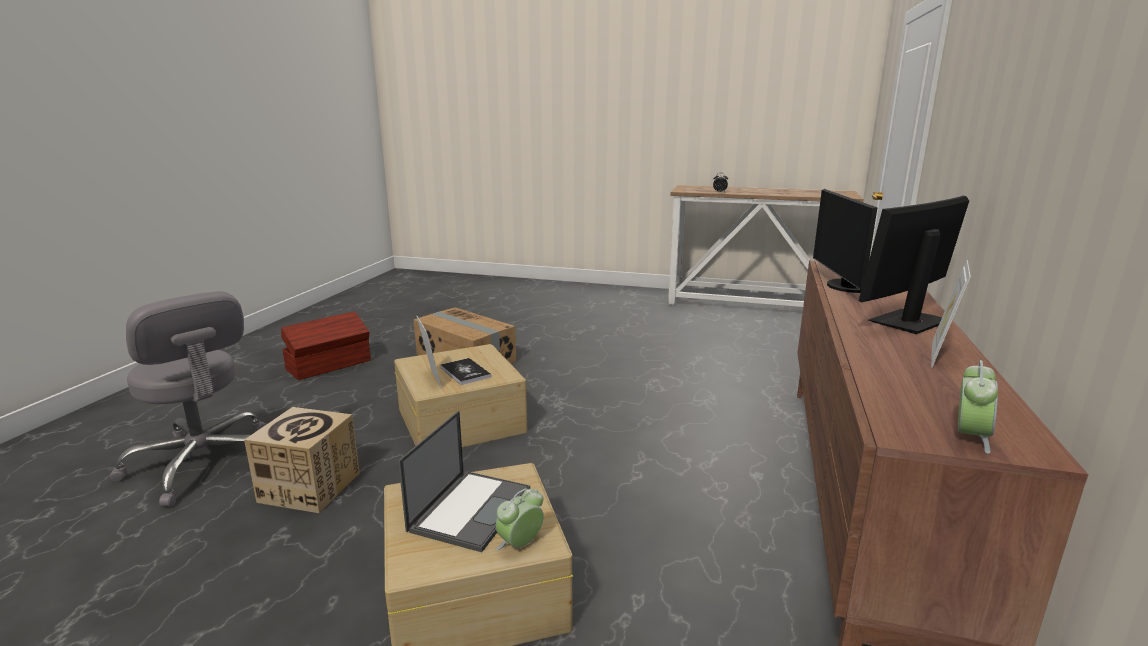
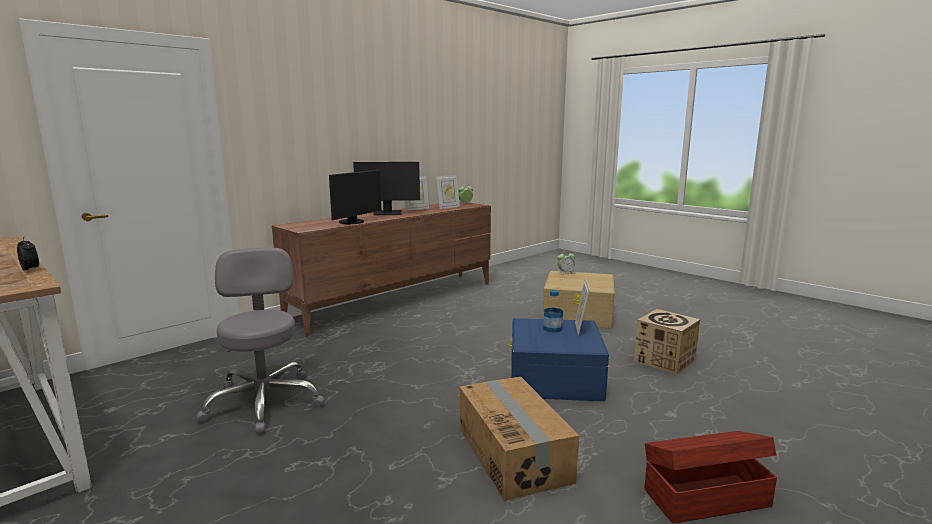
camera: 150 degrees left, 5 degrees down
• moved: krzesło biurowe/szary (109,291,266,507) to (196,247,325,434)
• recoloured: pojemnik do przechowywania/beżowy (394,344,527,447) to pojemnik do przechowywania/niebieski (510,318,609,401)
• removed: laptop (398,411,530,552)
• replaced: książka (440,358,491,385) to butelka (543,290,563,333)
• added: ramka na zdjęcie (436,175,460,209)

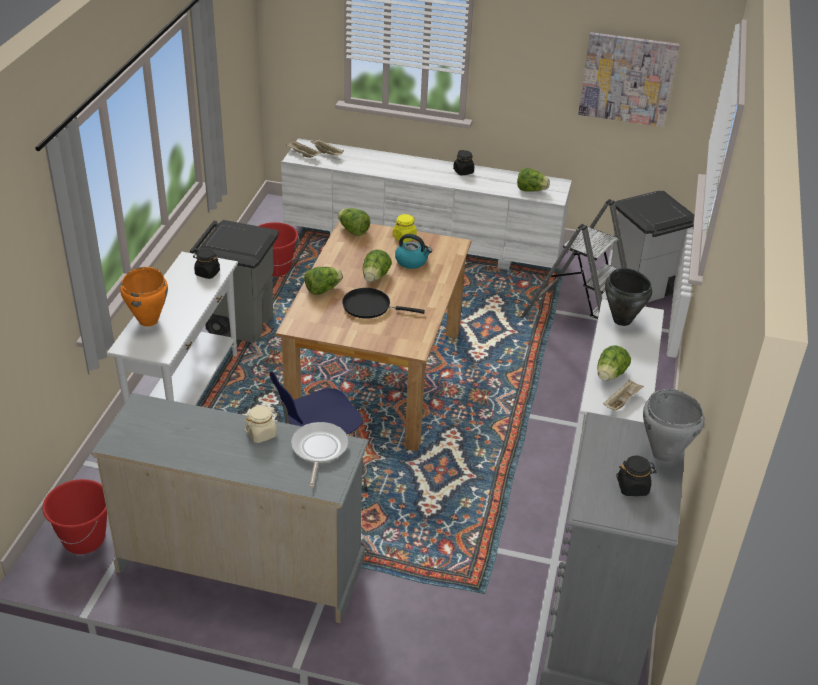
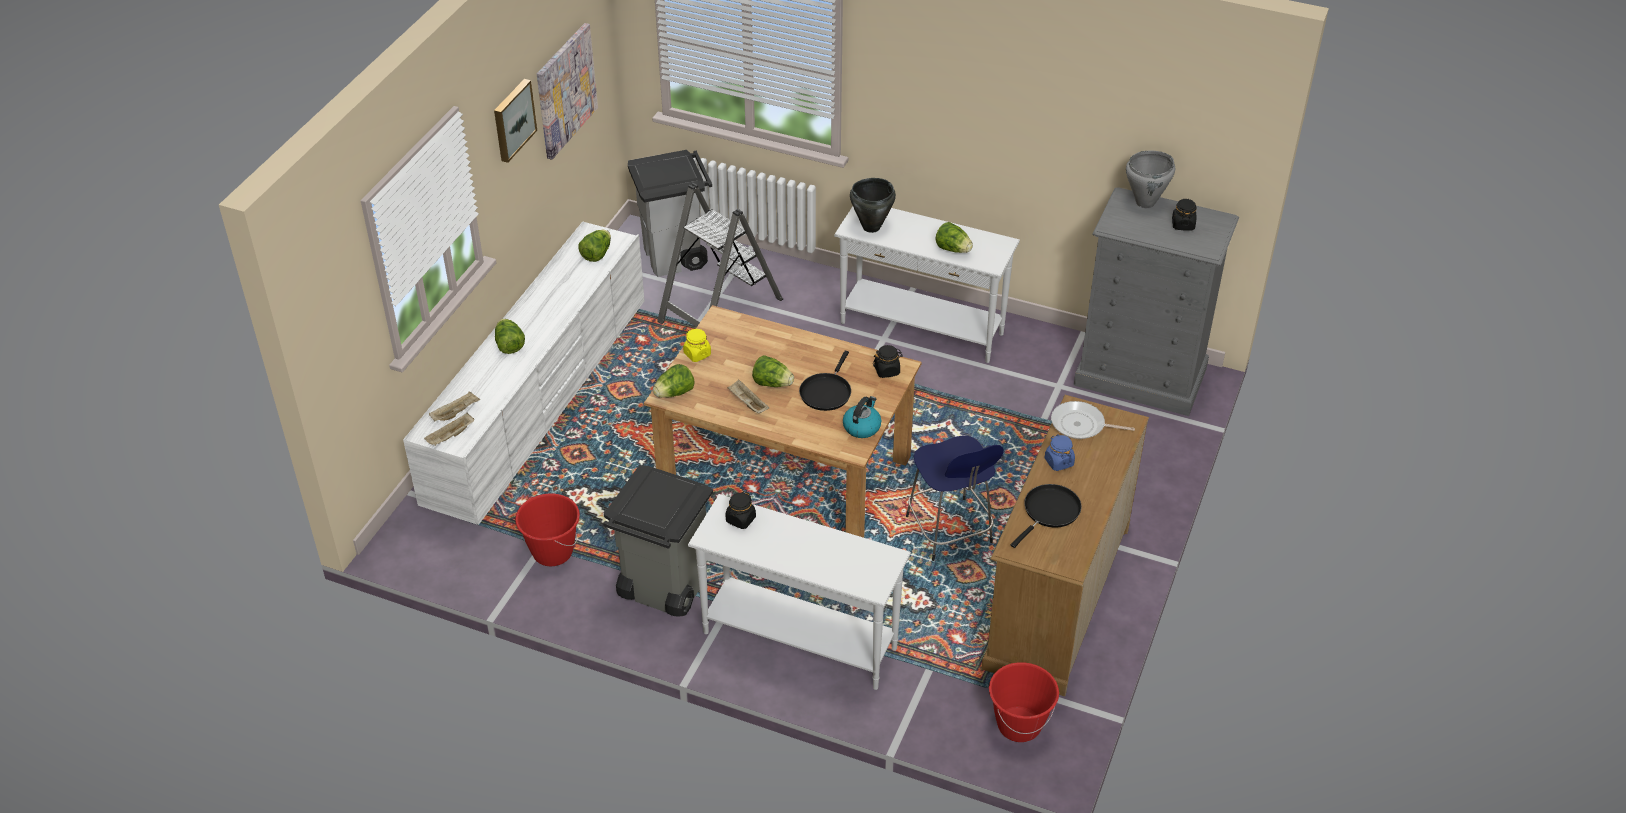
camera: 80 degrees left, 5 degrees up
• recoloured: szafka/szary (91,393,369,624) to szafka/brązowy (981,395,1149,696)
• removed: garnek/pomarańczowy (120,267,168,327)
• recoloured: słoik/beżowy (245,405,277,443) to słoik/niebieski (1044,434,1075,471)
• moved: sałata (304,267,343,295) to (495,319,525,354)
• moved: czajnik (395,234,432,269) to (843,396,881,438)
• moved: słoik/czarny (453,150,474,175) to (873,345,903,378)
• moved: taca/beżowy (603,379,644,411) to (728,380,769,413)
• added: obraz (494,79,537,163)
• added: patelnia/czarny (1011,484,1082,548)

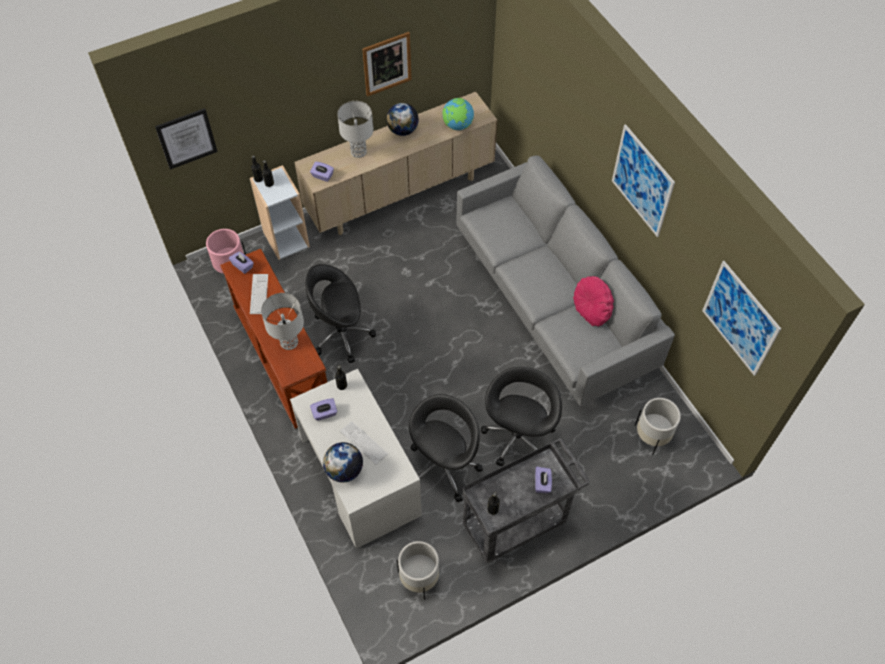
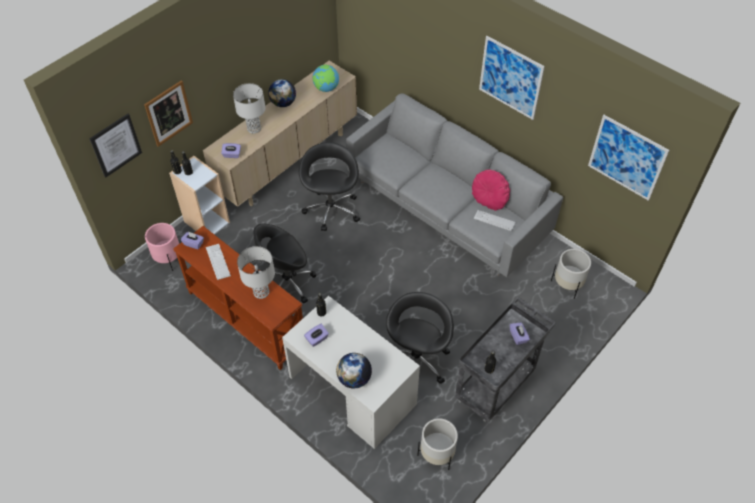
camera: 20 degrees left, 5 degrees down
• moved: klawiatura (340,421,388,465) to (474,210,515,231)
• moved: obraz (362,32,412,97) to (144,80,193,147)
• moved: krzesło biurowe/czarny (481,367,562,466) to (299,142,360,231)

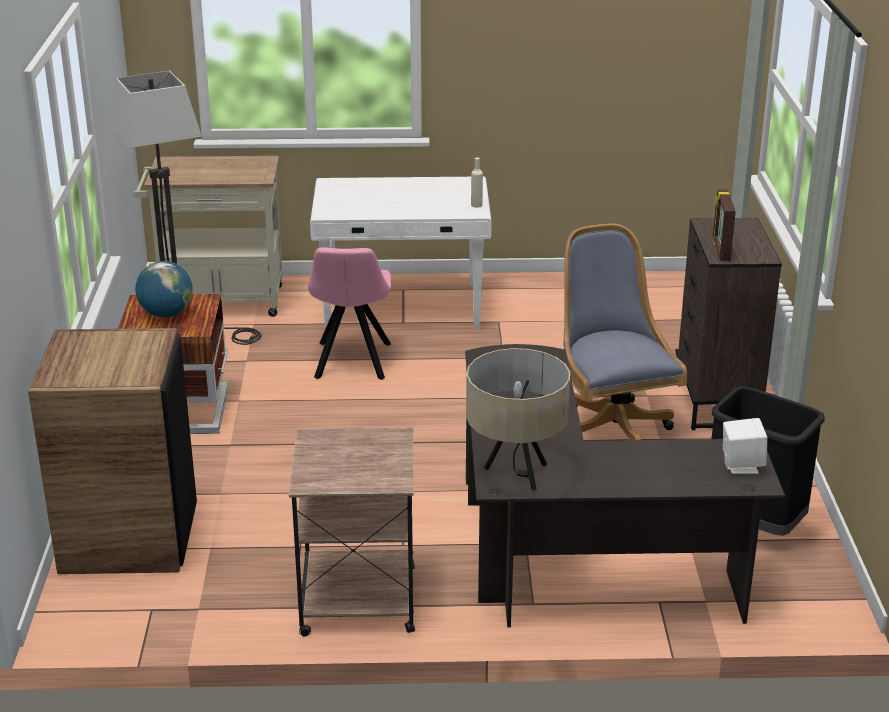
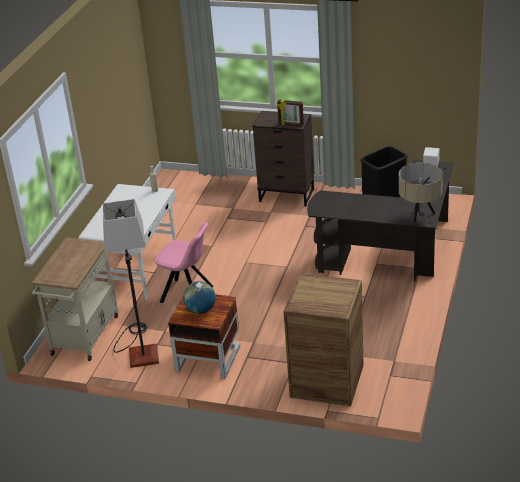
camera: 70 degrees left, 5 degrees up
• removed: wózek/brązowy (289,427,415,636)
• removed: krzesło biurowe/niebieski (564,224,687,440)

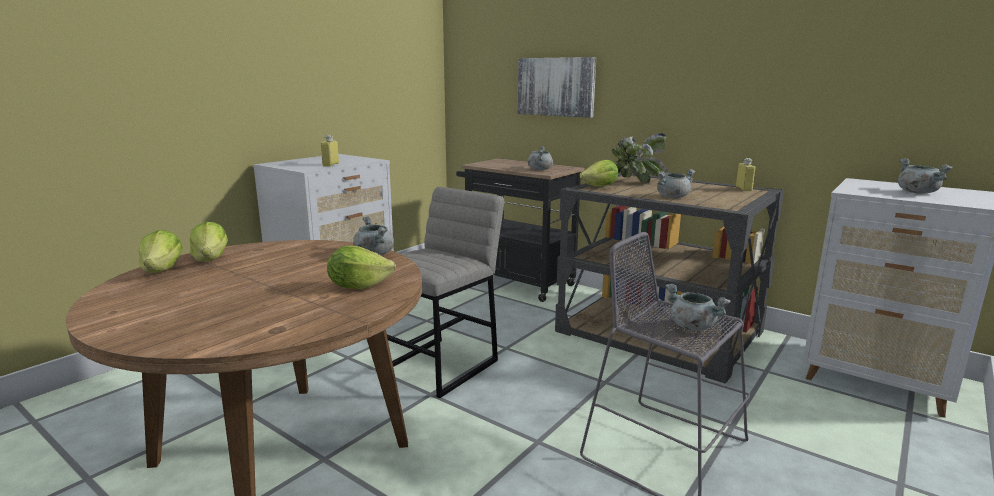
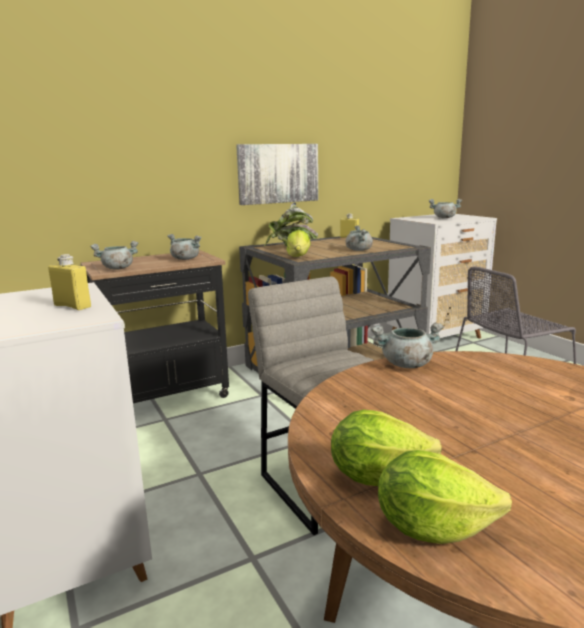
camera: 65 degrees left, 0 degrees up
• removed: sałata (327,245,396,290)
• moved: obraz (517,57,596,118) to (236,144,318,205)
• moved: garnek/szary (665,284,731,331) to (90,241,138,270)

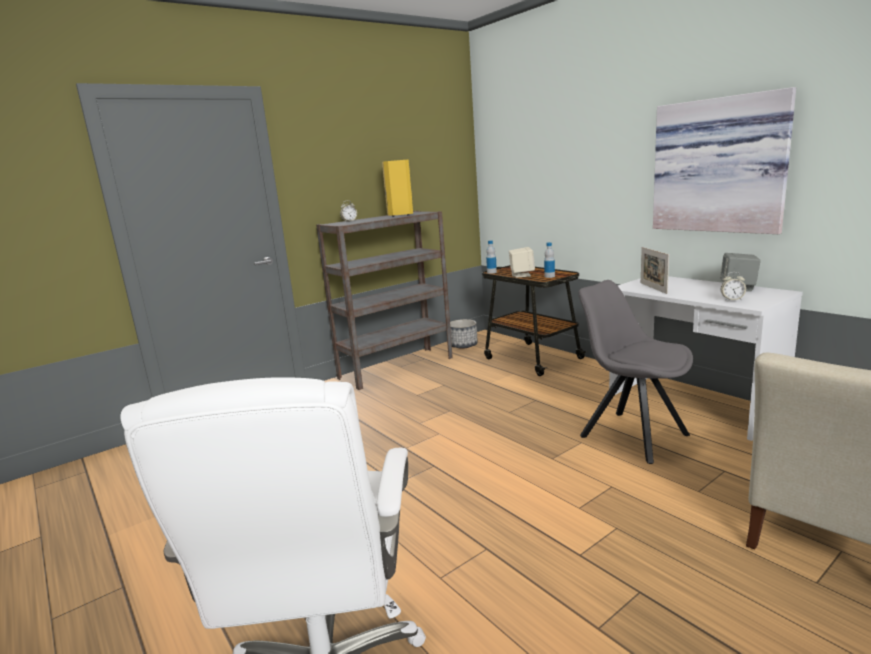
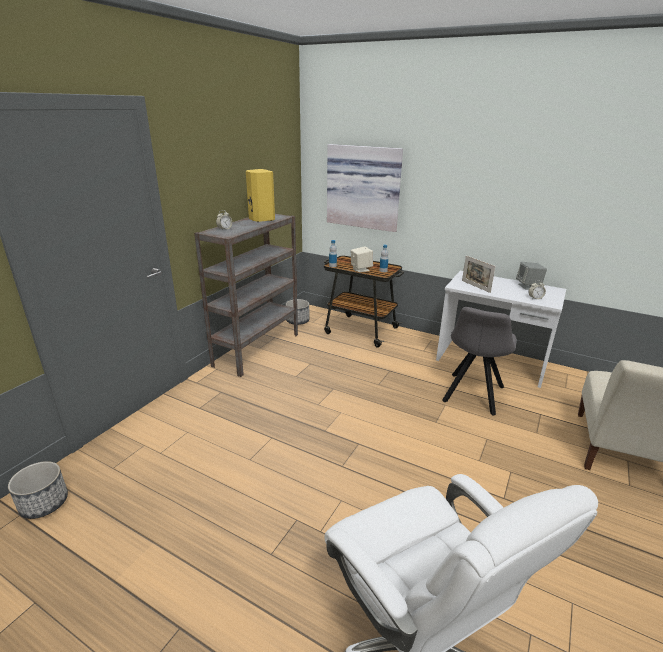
camera: 25 degrees left, 10 degrees up
• turned: krzesło/szary (578,280,693,464) = (442,307,516,415) 90 degrees counterclockwise
• moved: obraz (653,87,796,234) to (327,144,403,232)
• added: donica (8,461,68,519)

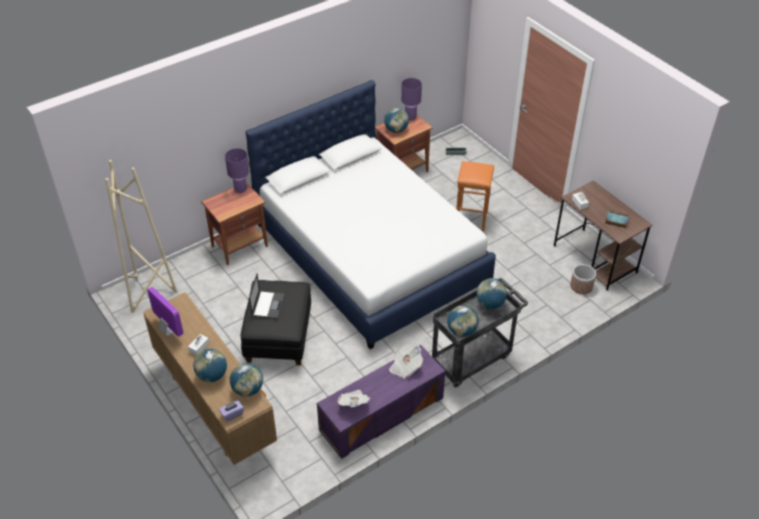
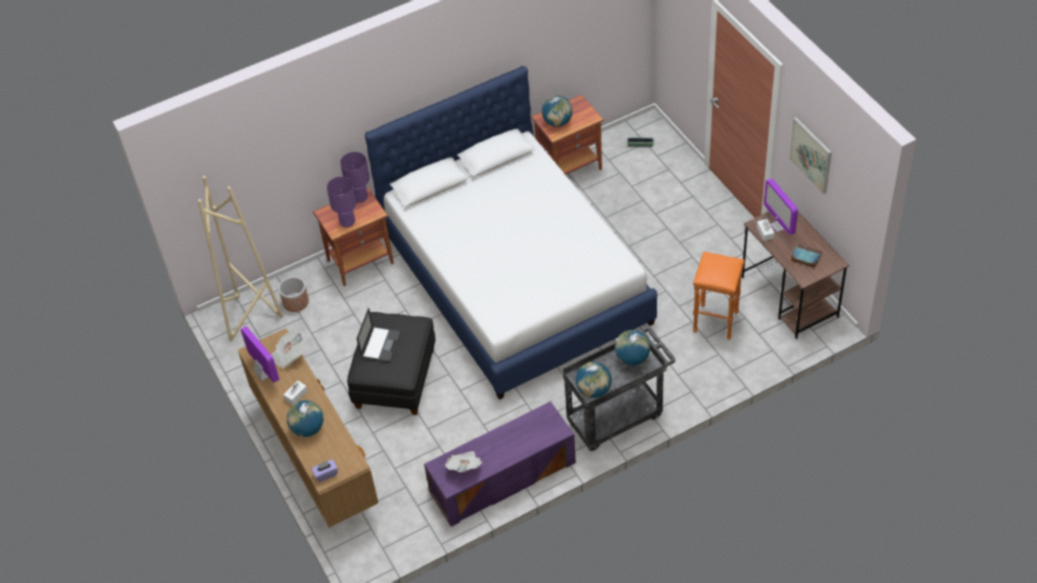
camera: 10 degrees right, 5 degrees up
• removed: globus (230,363,263,397)
• moved: gazeta (389,344,423,379) to (272,330,304,369)
• moved: lampa stołowa/fioletowy (401,78,422,120) to (327,176,357,228)
• moved: stołek/pomarańczowy (456,161,494,231) to (693,252,745,339)
• moved: donica (570,264,596,294) to (279,277,309,312)
• added: monitor (764,178,798,235)
• added: obraz (789,117,832,194)

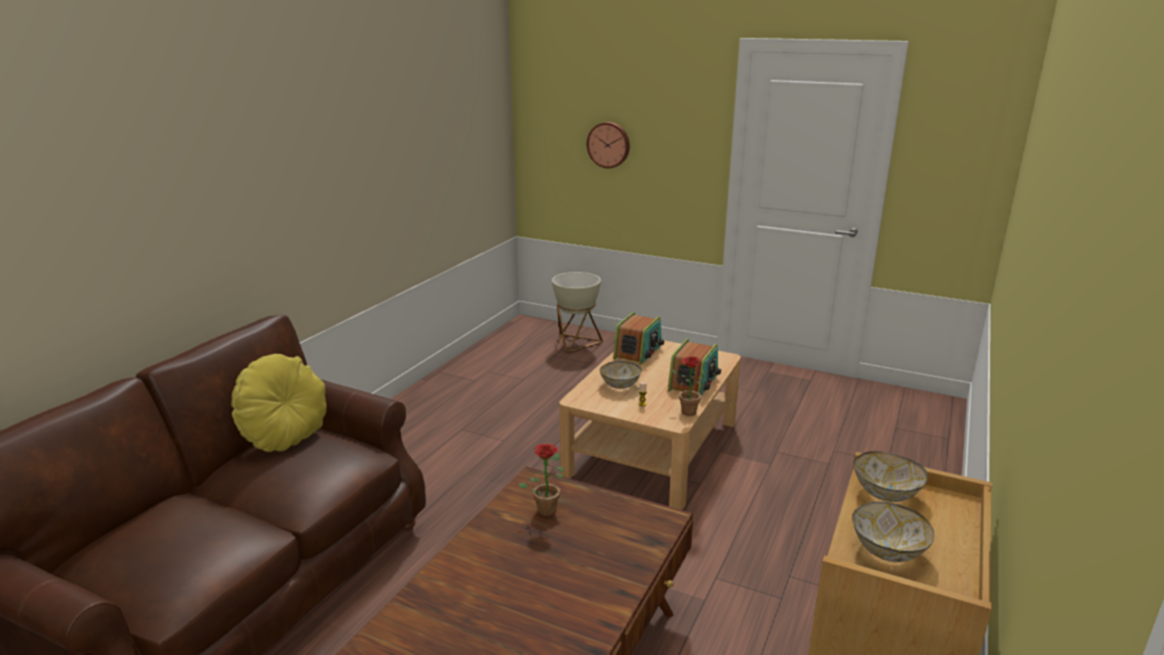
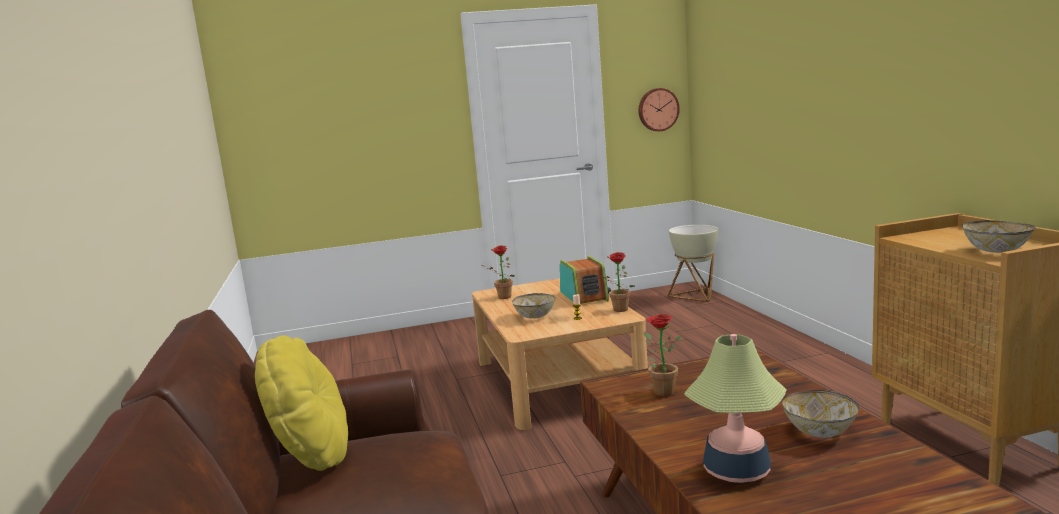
camera: 40 degrees left, 10 degrees down
• moved: donica (552,272,603,353) to (668,225,718,302)
• moved: zegar ścienny (587,122,630,168) to (639,88,680,131)
• replaced: radio (613,312,664,365) to roślina doniczkowa (481,245,515,299)
• moved: miska (853,451,928,502) to (782,390,859,437)
• added: lampa stołowa (684,334,787,483)

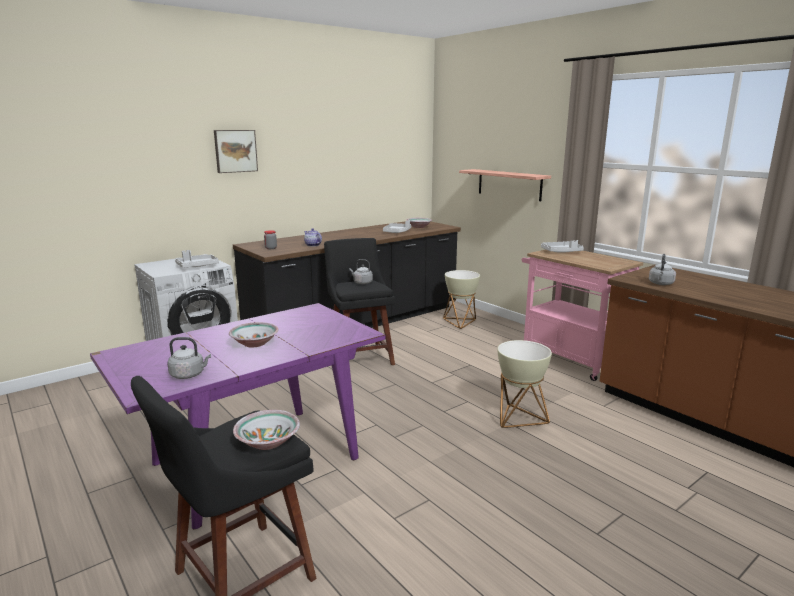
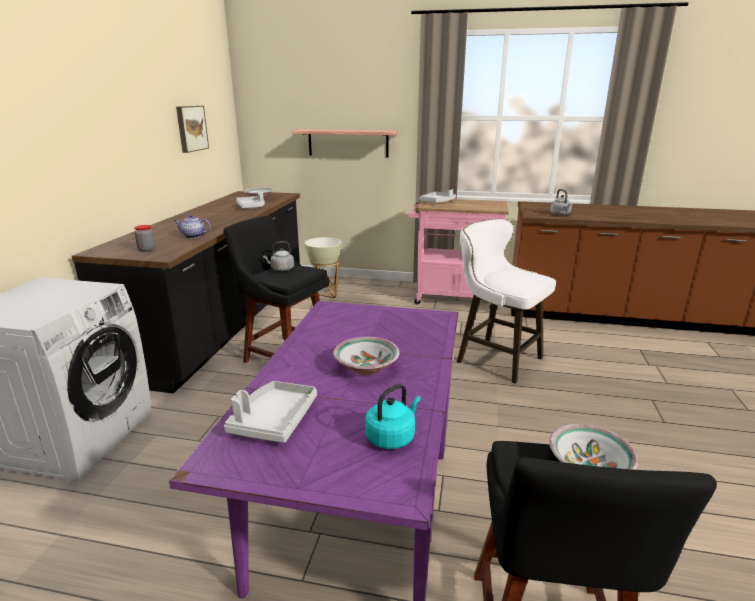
camera: 40 degrees left, 5 degrees up
• recoloured: czajnik/szary (167,337,211,379) to czajnik/turkusowy (365,384,421,449)
• moved: taca/szary (175,250,219,268) to (224,381,317,443)
• moved: obraz (214,130,258,173) to (176,106,209,153)
• replaced: donica (497,340,552,428) to stołek/biały (457,219,556,383)

